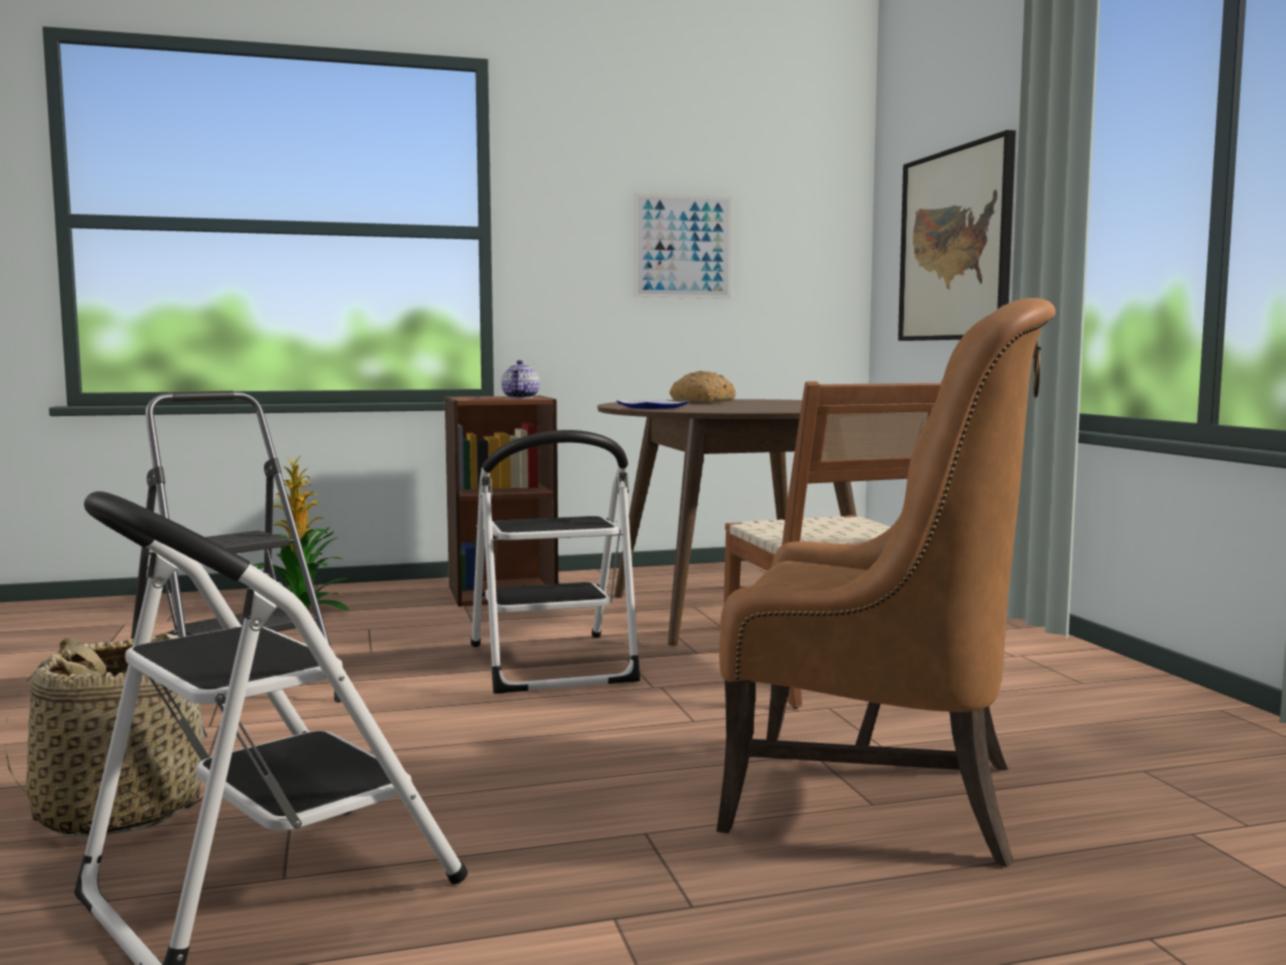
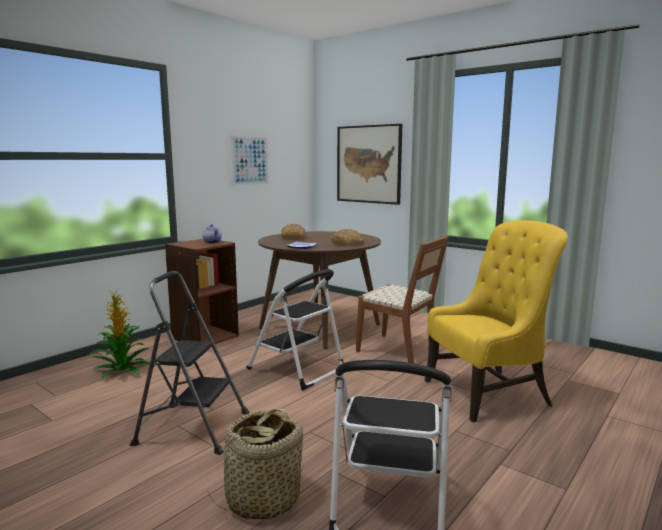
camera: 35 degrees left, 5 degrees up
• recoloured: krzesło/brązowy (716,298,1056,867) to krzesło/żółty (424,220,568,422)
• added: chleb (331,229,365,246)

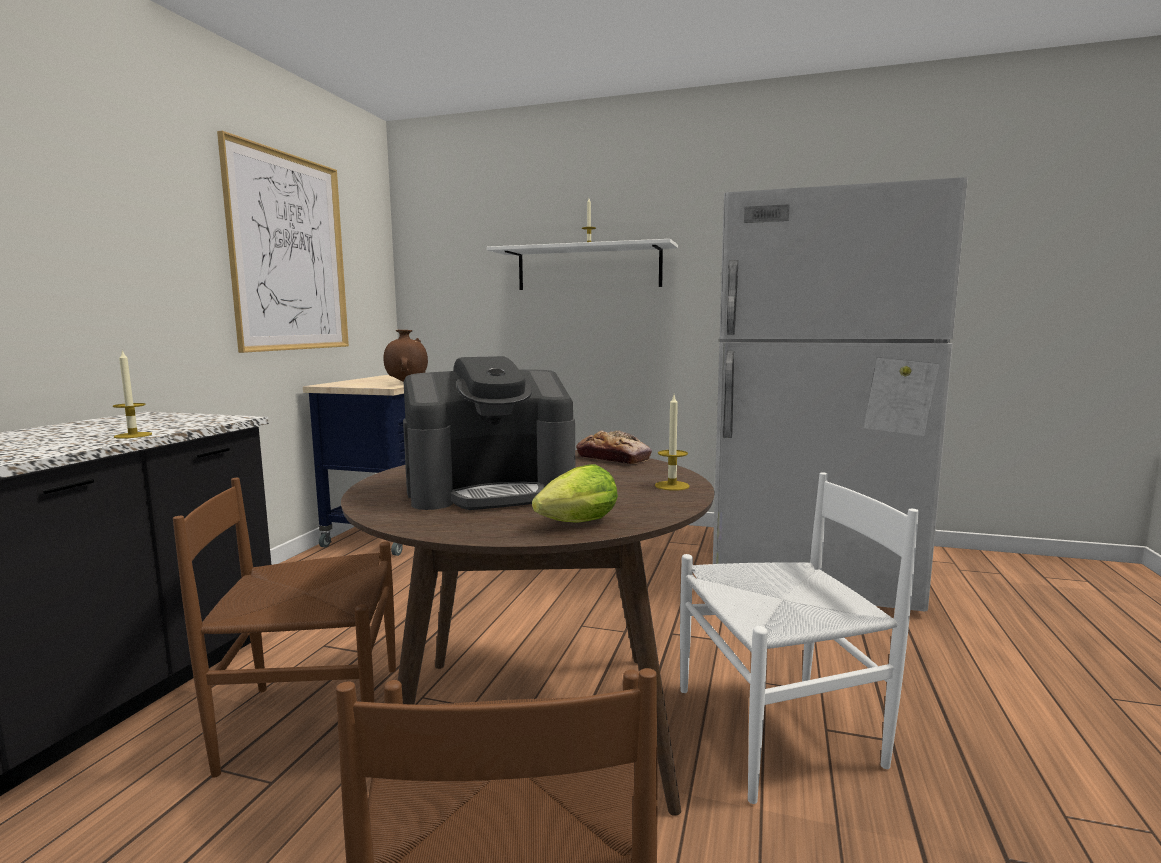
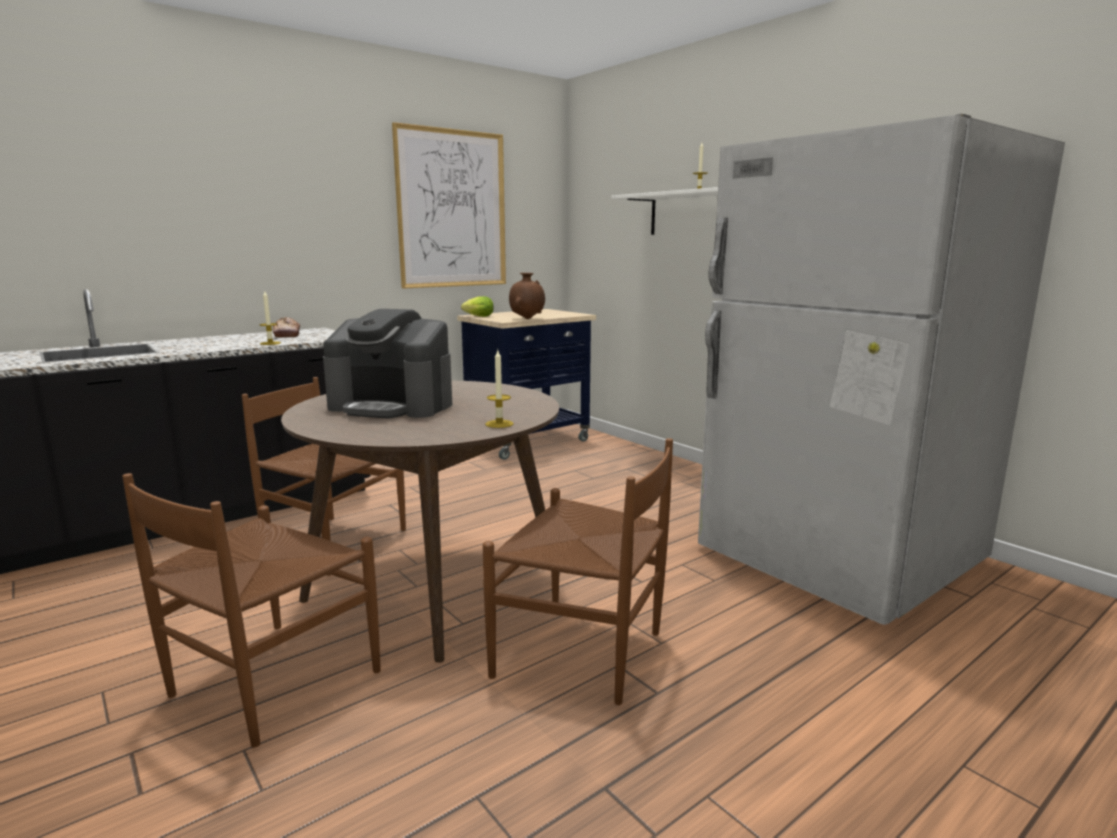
camera: 35 degrees right, 5 degrees up
• moved: sałata (532,465,618,523) to (461,296,494,317)
• moved: chleb (576,430,652,464) to (273,317,300,338)
• recoloured: krzesło/biały (680,472,919,804) to krzesło/brązowy (483,438,673,705)

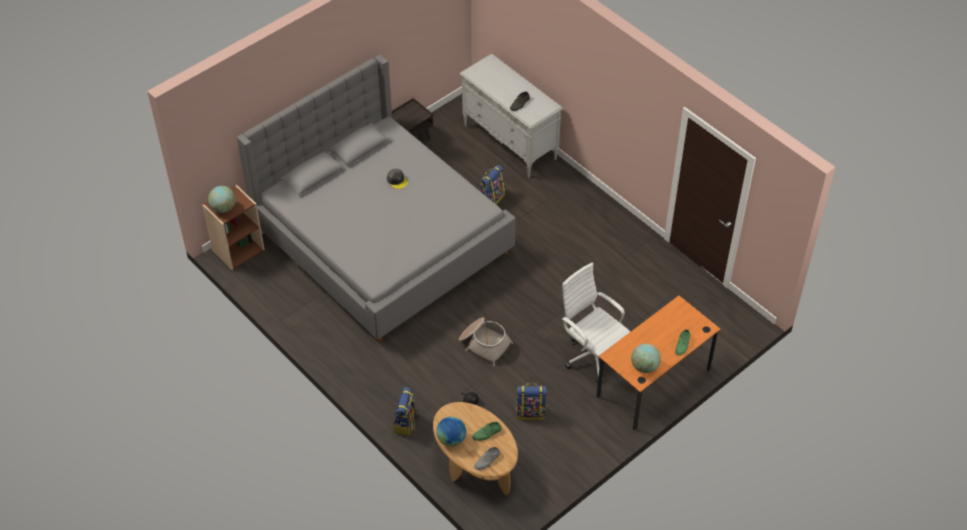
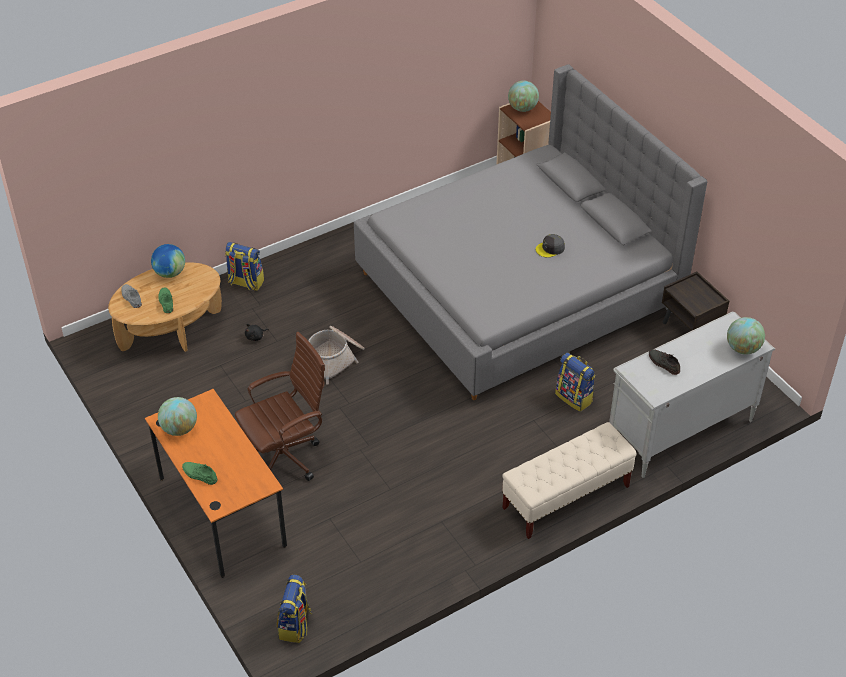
camera: 100 degrees right, 5 degrees down
• moved: plecak (516,383,547,420) to (277,574,312,643)
• recoloured: krzesło biurowe/biały (562,263,630,383) to krzesło biurowe/brązowy (235,332,325,481)
• added: ławka/beżowy (502,422,636,539)
• added: globus (727,317,765,355)

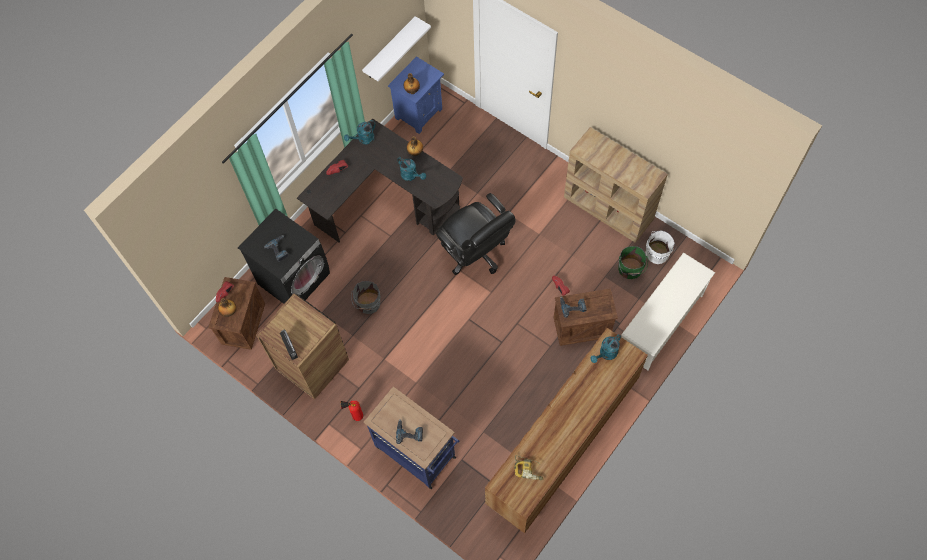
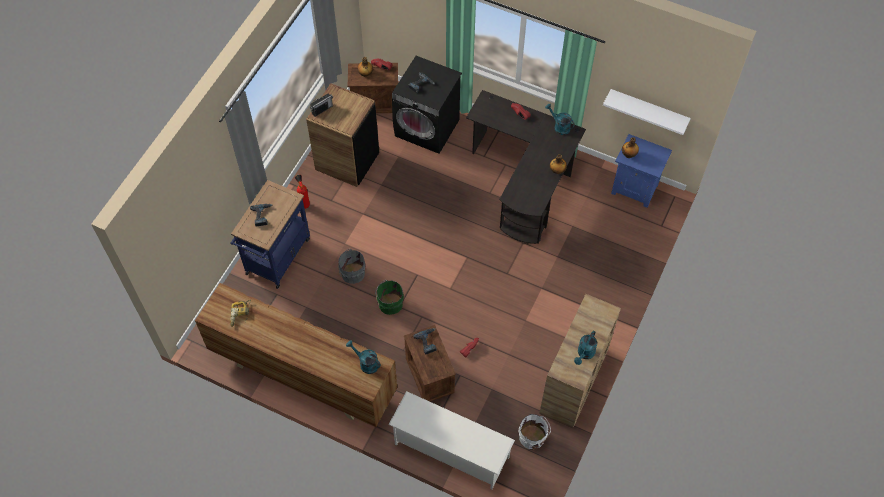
camera: 75 degrees right, 5 degrees down
• moved: wiadro/szary (351,281,380,314) to (338,249,365,284)
• moved: konewka/turkusowy (397,157,426,181) to (574,331,597,365)
• removed: krzesło biurowe/czarny (436,193,516,275)
• moved: wiadro/zielony (618,246,648,279) to (375,280,404,315)

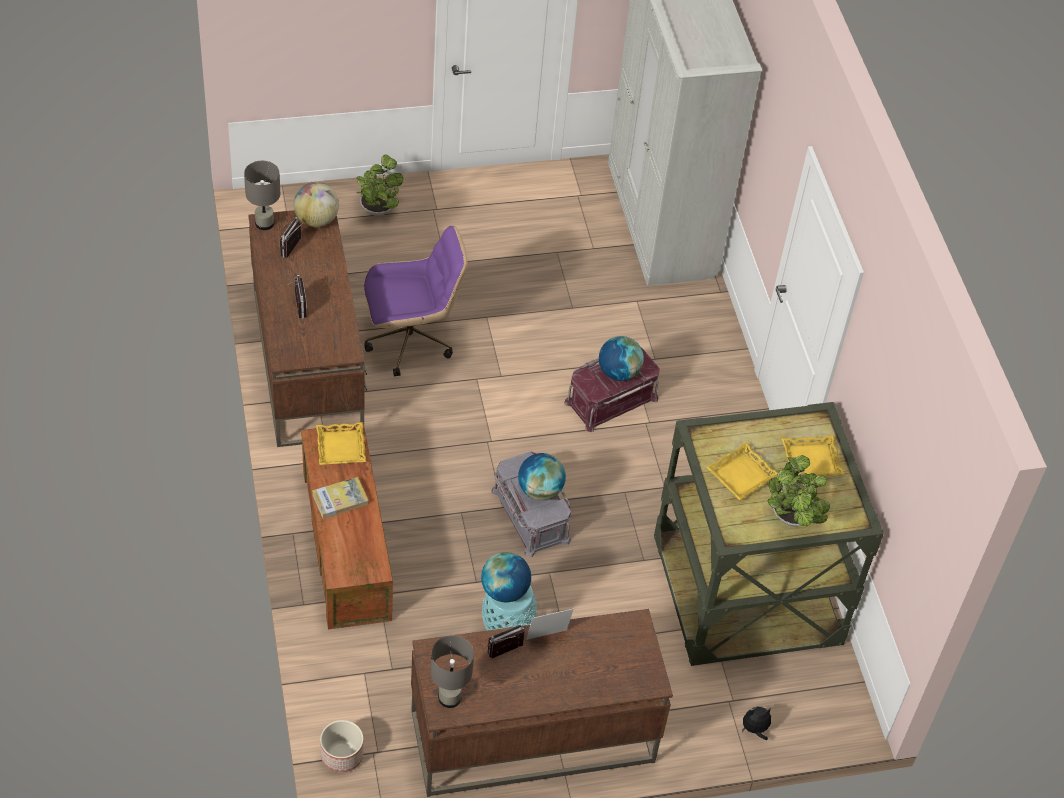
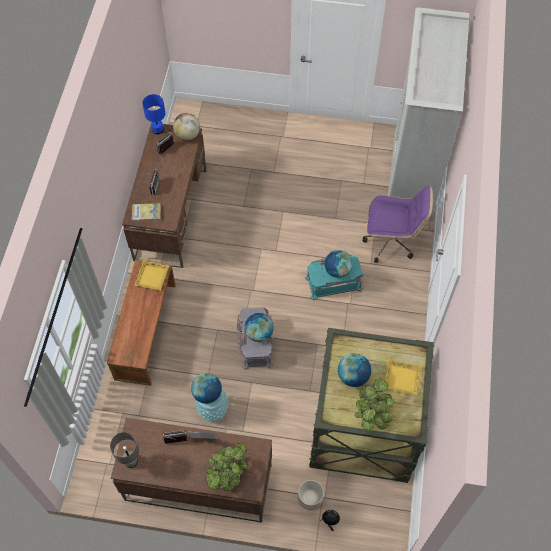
camera: 25 degrees right, 10 degrees up
• recoloured: lampa stołowa/szary (244,161,280,230) to lampa stołowa/niebieski (142,94,165,134)
• moved: książka (312,477,369,518) to (132,203,161,222)
• moved: donica (320,720,363,772) to (298,480,324,510)
• moved: roślina doniczkowa (356,154,403,216) to (206,443,248,491)
• moved: krzesło biurowe/fioletowy (364,225,468,377) to (363,186,433,263)
• recoloured: pojemnik do przechowywania/czerwony (564,347,660,432) to pojemnik do przechowywania/turkusowy (305,255,363,300)
• replaced: taca/żółty (706,443,778,500) to globus (338,353,371,387)

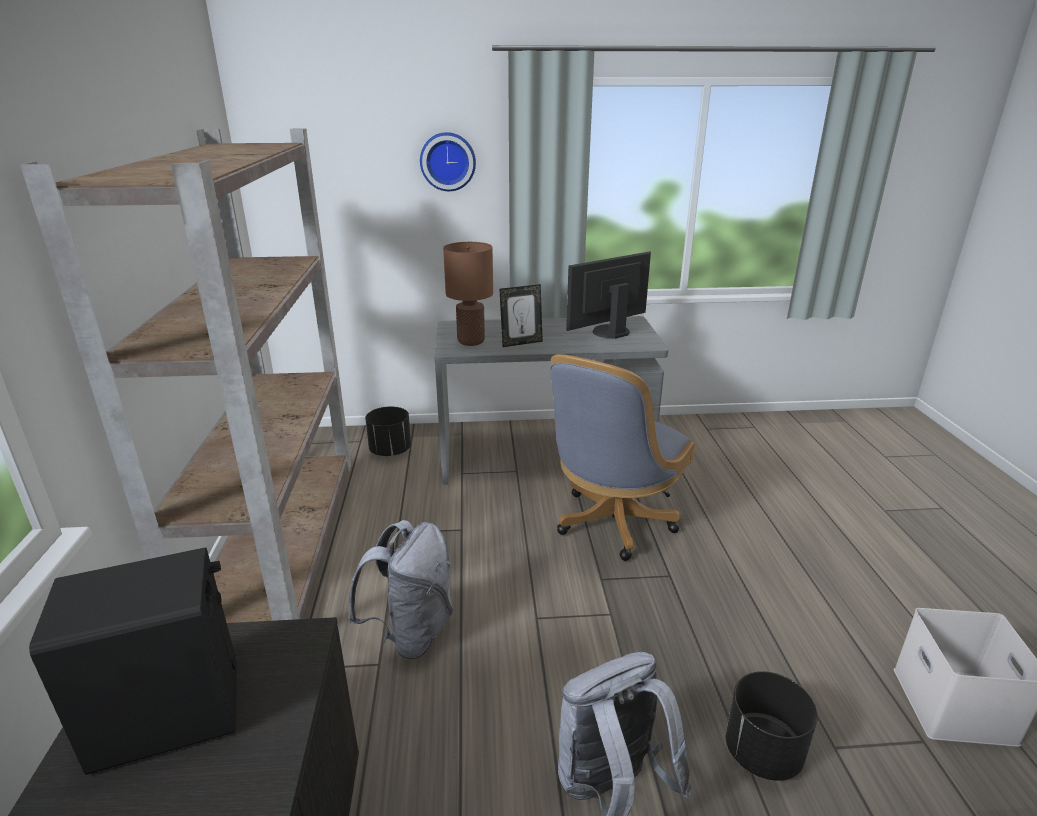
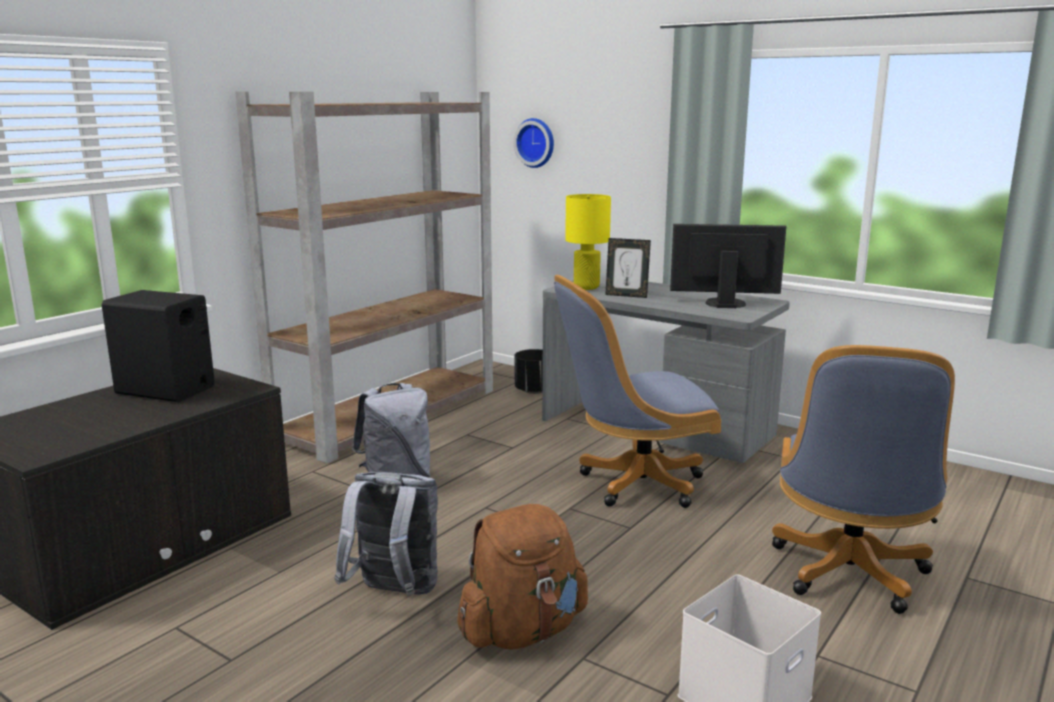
camera: 40 degrees right, 10 degrees down
• moved: zegar ścienny (420,132,476,191) to (514,118,554,168)
• recoloured: lampa stołowa/brązowy (443,242,493,346) to lampa stołowa/żółty (565,194,611,290)
• replaced: donica/czarny (725,671,818,781) to plecak/brązowy (457,504,588,649)
• added: krzesło biurowe/niebieski (772,345,955,614)

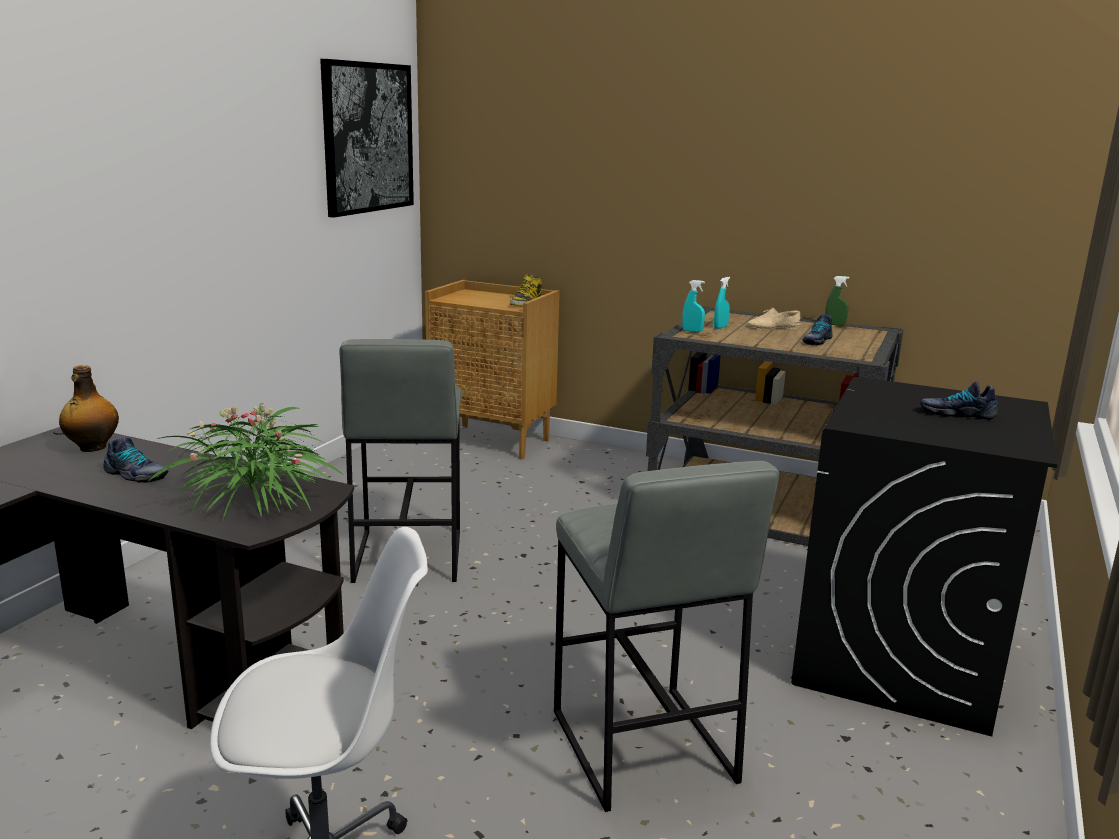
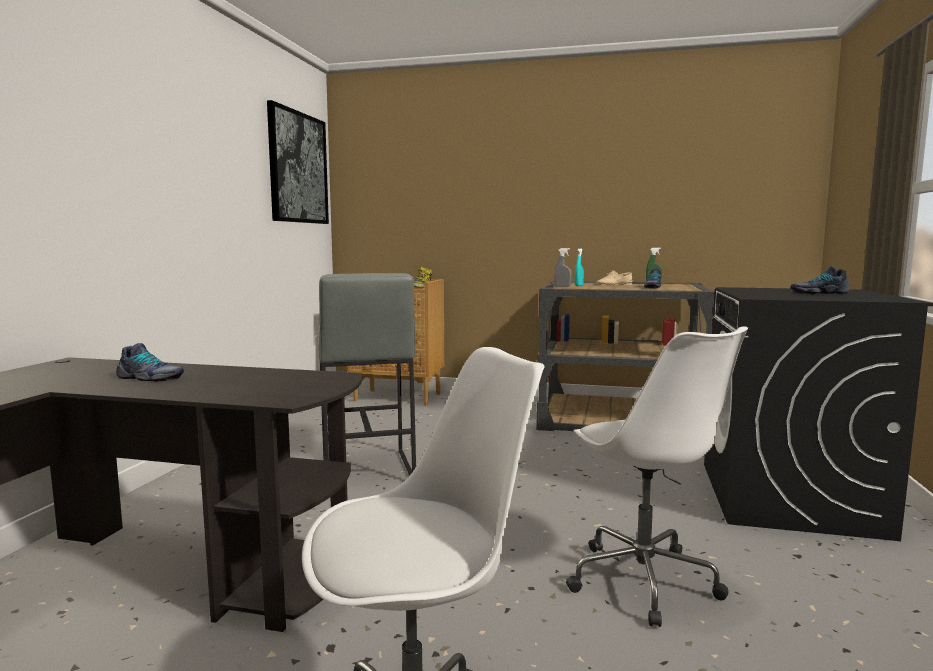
camera: 10 degrees left, 10 degrees down
• removed: butelka (59,365,119,452)
• removed: roślina doniczkowa (149,403,342,519)
• replaced: stołek/szary (554,461,779,812) to krzesło biurowe/biały (566,326,748,627)
• recoloured: spryskiwacz/turkusowy (682,280,705,332) to spryskiwacz/szary (554,248,572,287)

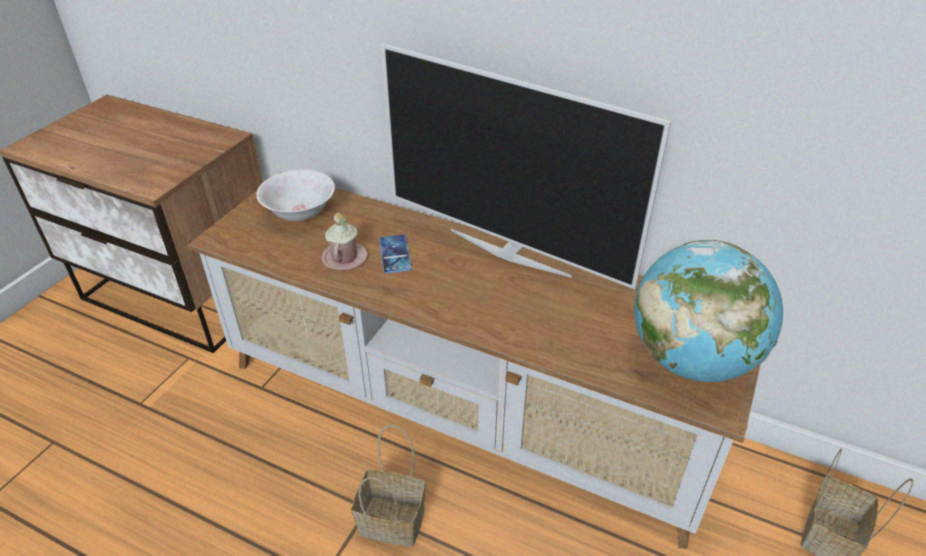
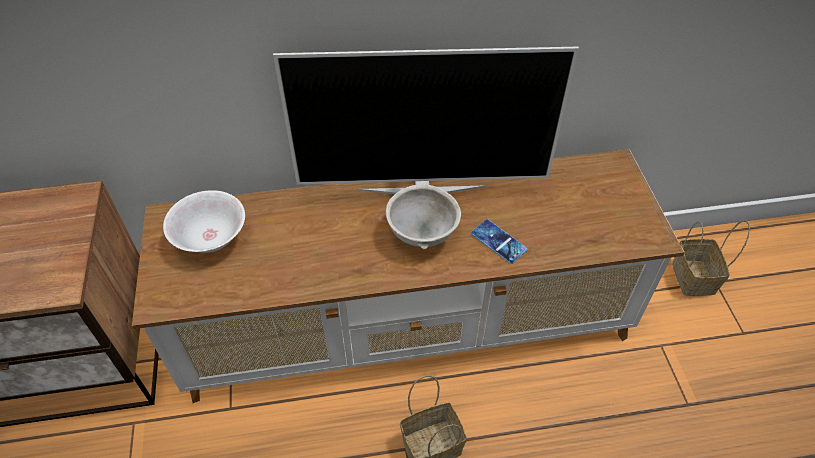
camera: 35 degrees left, 10 degrees up
• removed: kubek/różowy (322,213,367,270)
• moved: telefon (379,234,412,273) to (471,219,528,264)
• removed: globus (634,240,783,382)
• added: miska/szary (386,185,461,249)

